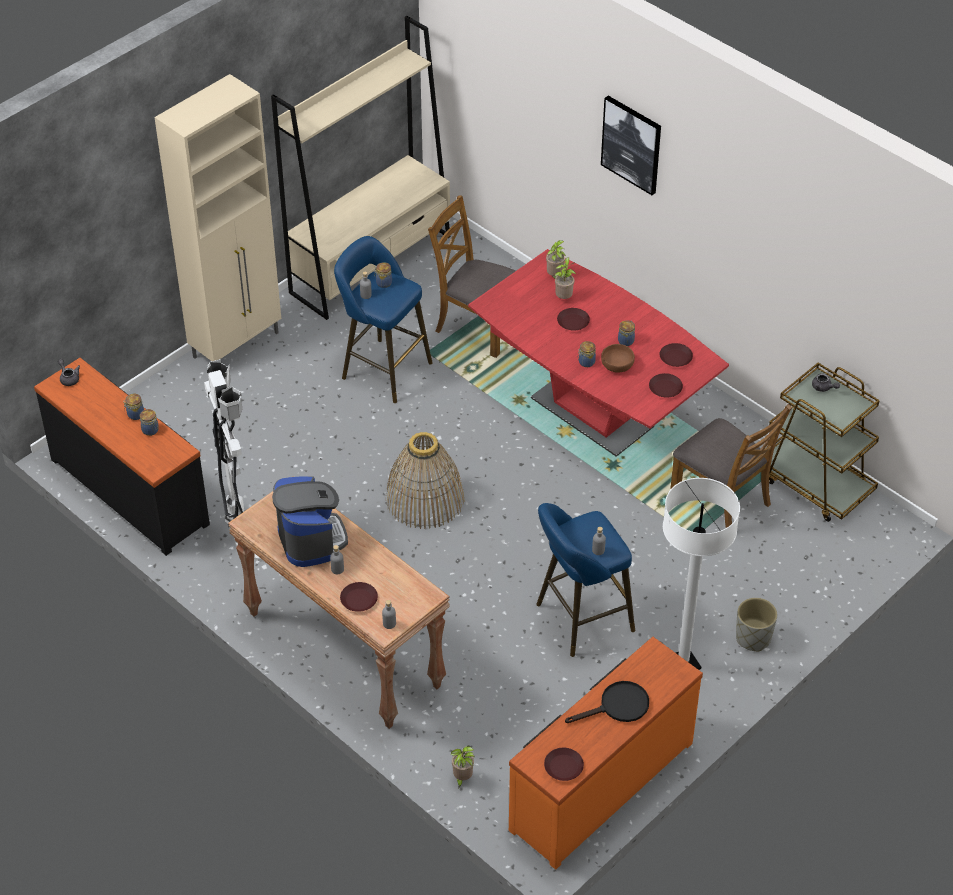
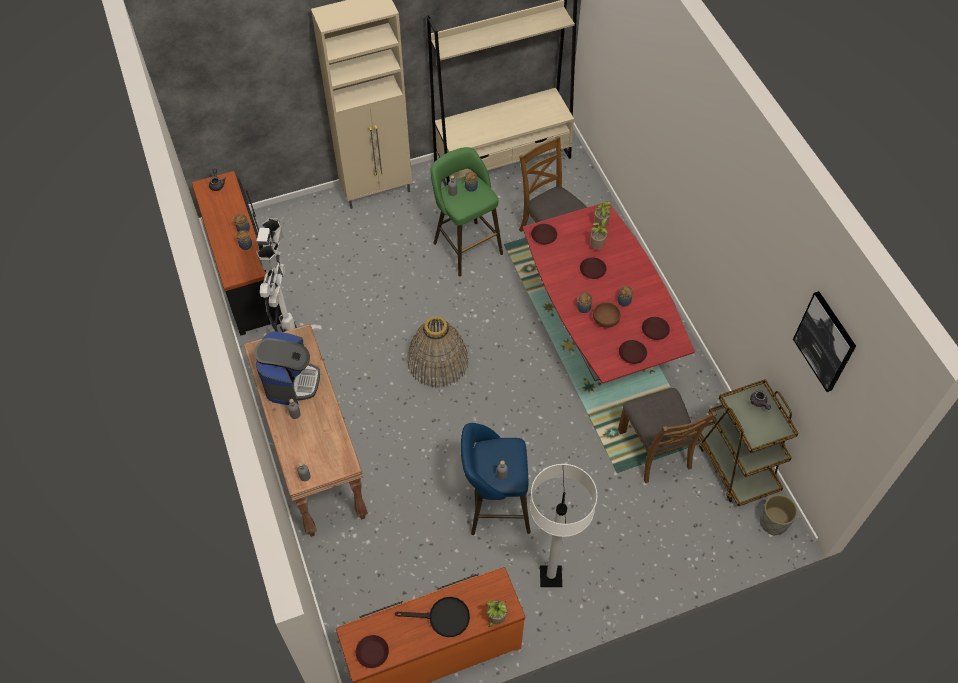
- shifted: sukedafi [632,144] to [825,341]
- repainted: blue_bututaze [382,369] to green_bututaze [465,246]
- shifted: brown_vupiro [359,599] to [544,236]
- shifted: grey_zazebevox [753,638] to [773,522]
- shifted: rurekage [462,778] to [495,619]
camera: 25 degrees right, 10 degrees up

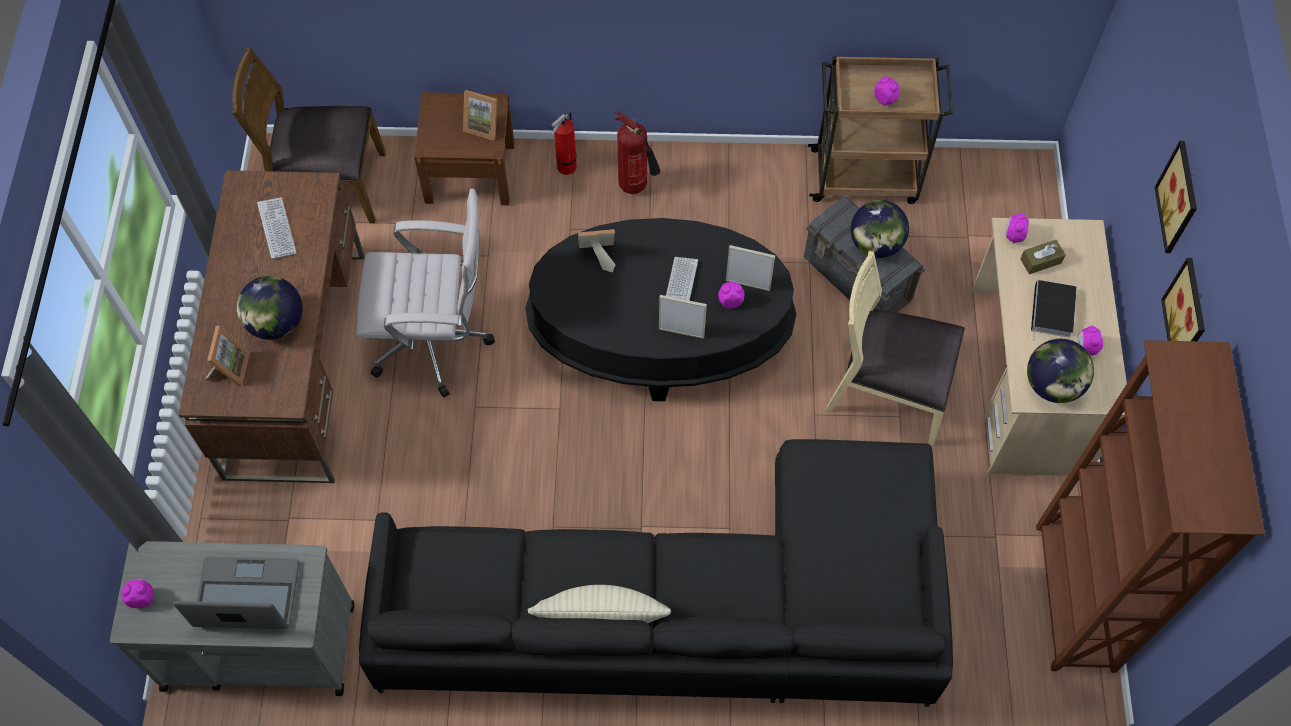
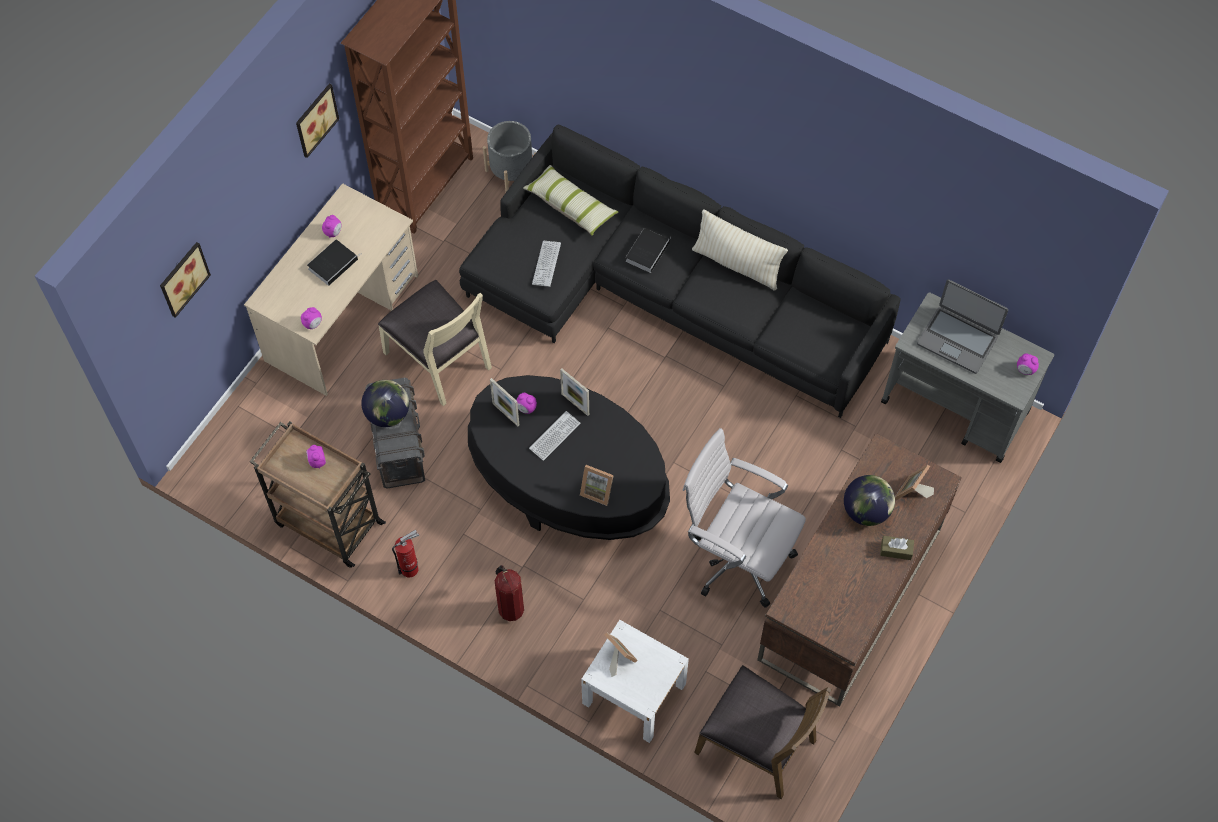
- repainted: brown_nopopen [470,172] to white_nopopen [634,693]
- shifted: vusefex [565,168] to [411,568]
- shifted: sukedafi [1181,197] to [182,278]
- shifted: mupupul [277,228] to [546,264]
- shifted: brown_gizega [1040,261] to [896,550]
- gone: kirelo [1052,385]
- new: grey_zazebevox [512,173]
- new: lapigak [570,206]
- new: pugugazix [647,251]
camera: 150 degrees left, 0 degrees up

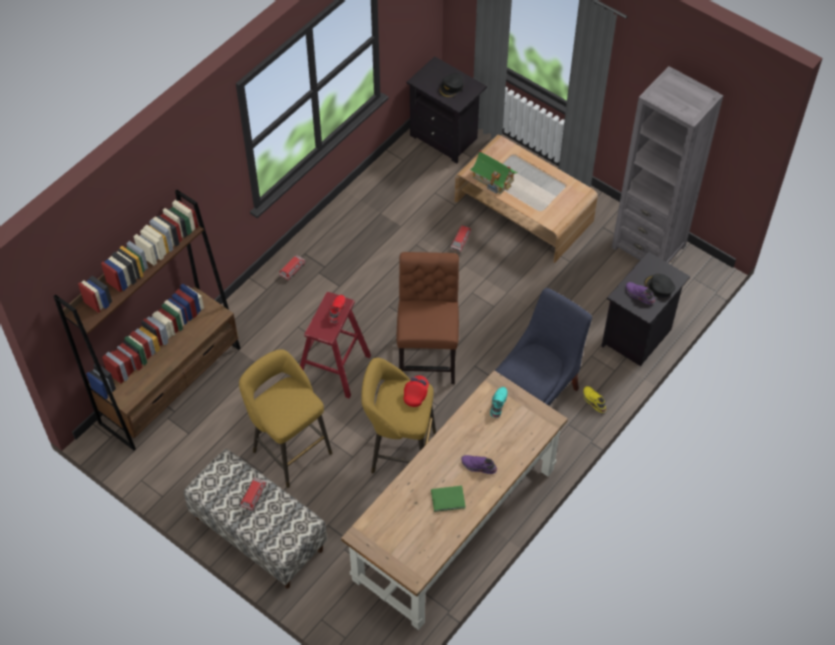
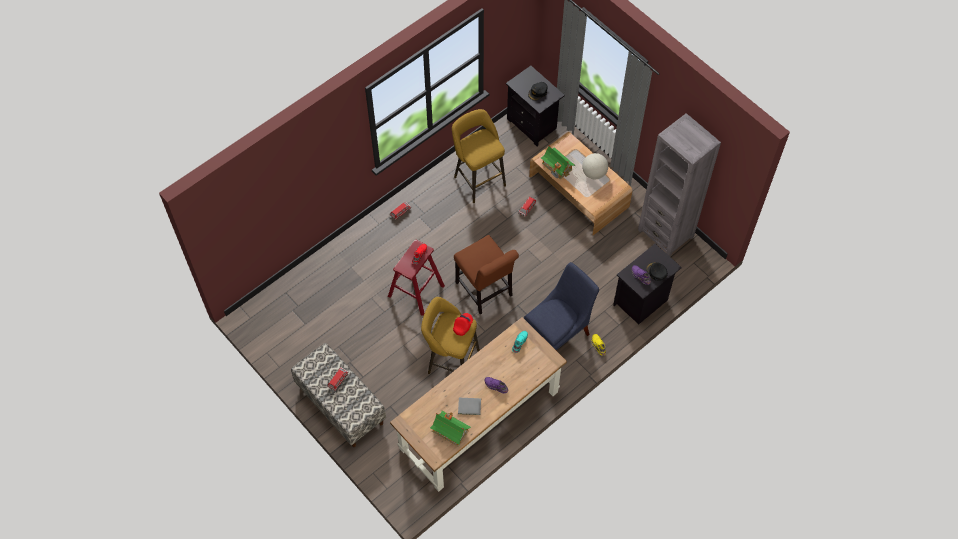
- gone: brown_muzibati [171,385]
- rotated: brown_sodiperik [428,354] = [485,291] 135 degrees clockwise
- shifted: yellow_bututaze [289,449] to [478,179]
- repainted: green_pugugazix [449,500] to grey_pugugazix [470,407]
- new: kirelo [594,173]
- new: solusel [450,431]
camera: 10 degrees right, 5 degrees up

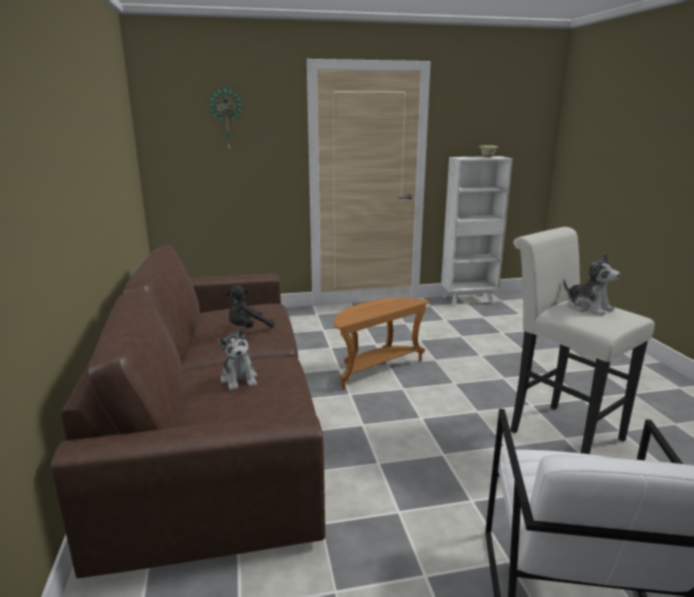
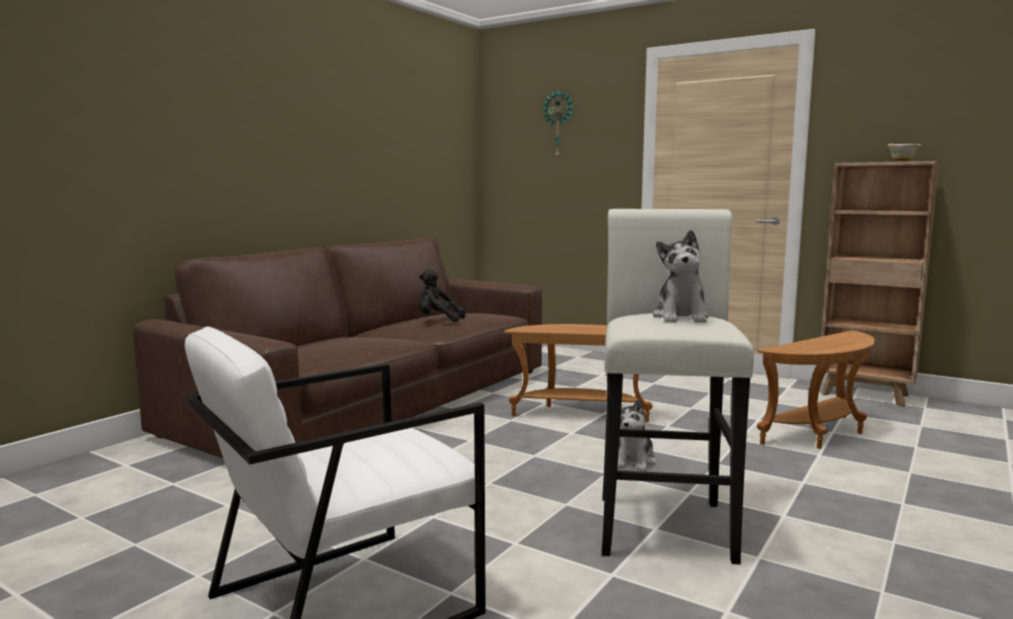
- repainted: white_muzibati [469,300] to brown_muzibati [866,395]
- shifted: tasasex [239,379] to [634,461]
- new: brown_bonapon [820,434]
camera: 45 degrees right, 10 degrees down

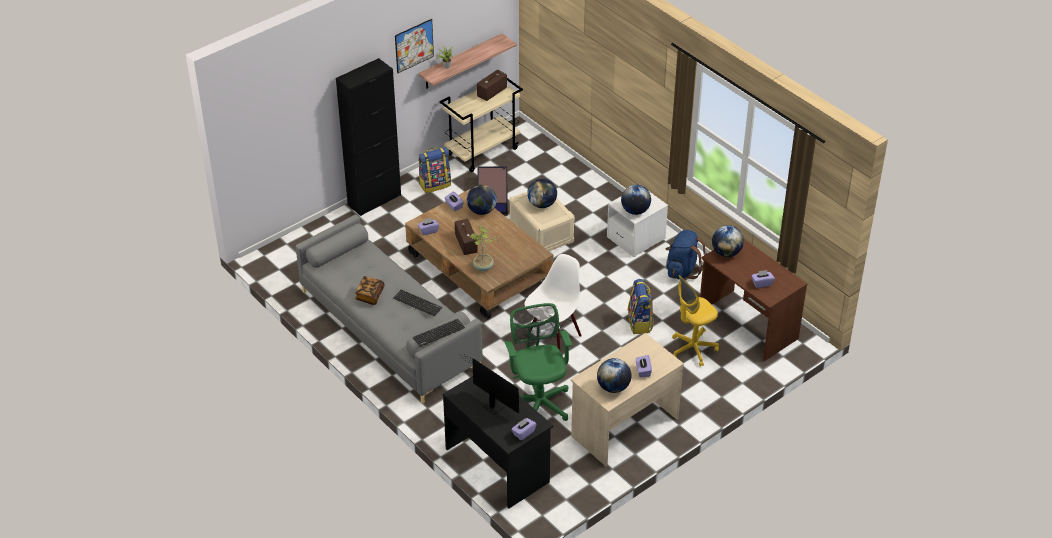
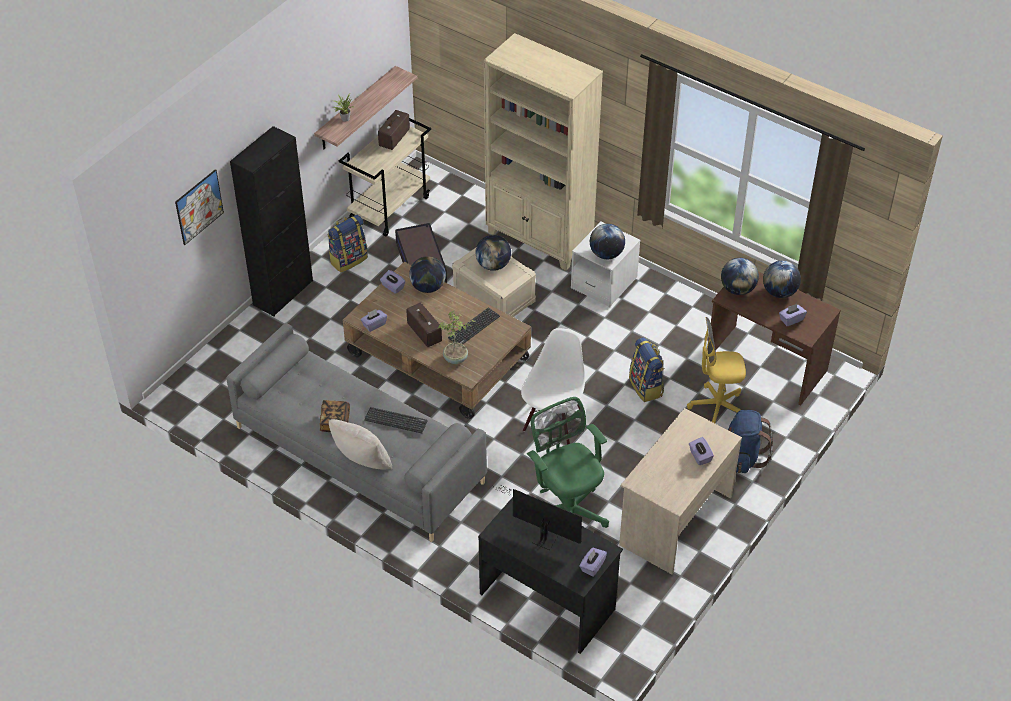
- shifted: sukedafi [414,45] to [199,207]
- shifted: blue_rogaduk [682,270] to [742,457]
- rotated: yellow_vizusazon [693,349] = [717,407] 45 degrees clockwise
- shifted: mupupul [438,333] to [474,327]
- shifted: kirelo [613,387] to [779,292]
- new: beige_muzibati [540,239]
- new: beige_lapigak [362,462]
camera: 15 degrees left, 5 degrees up

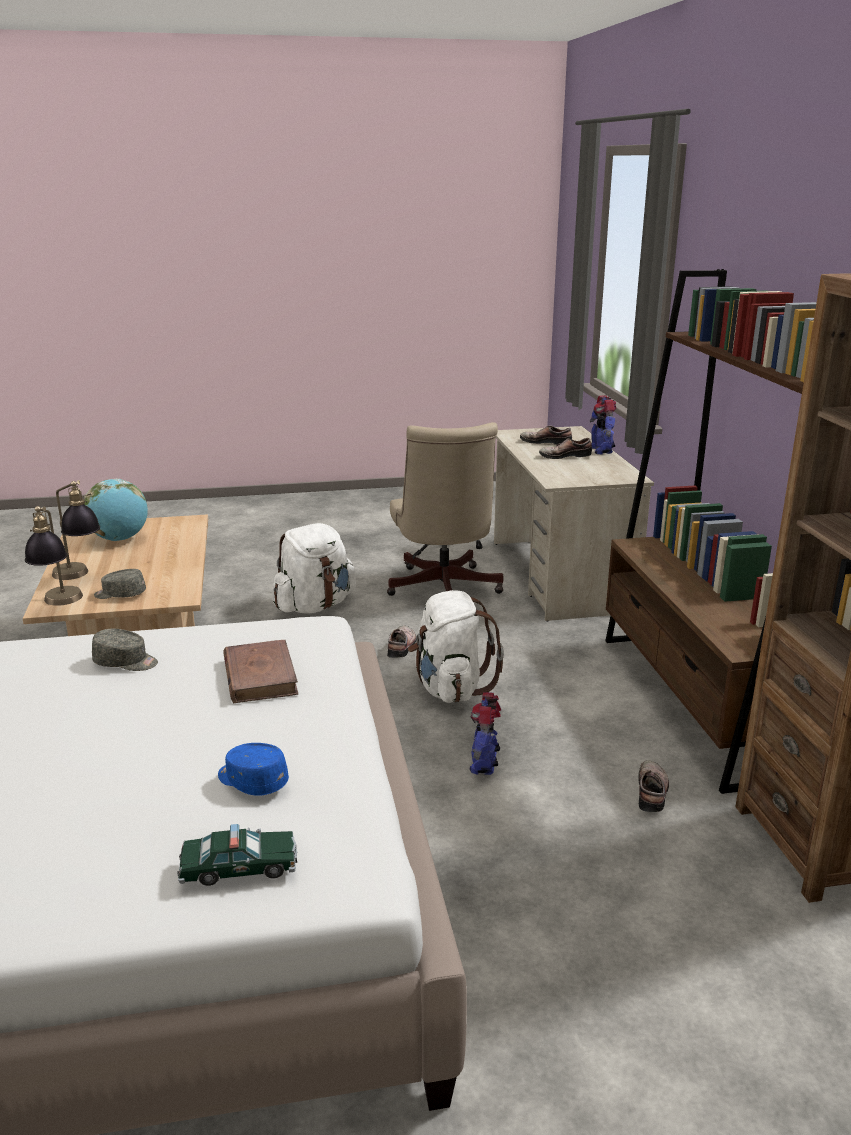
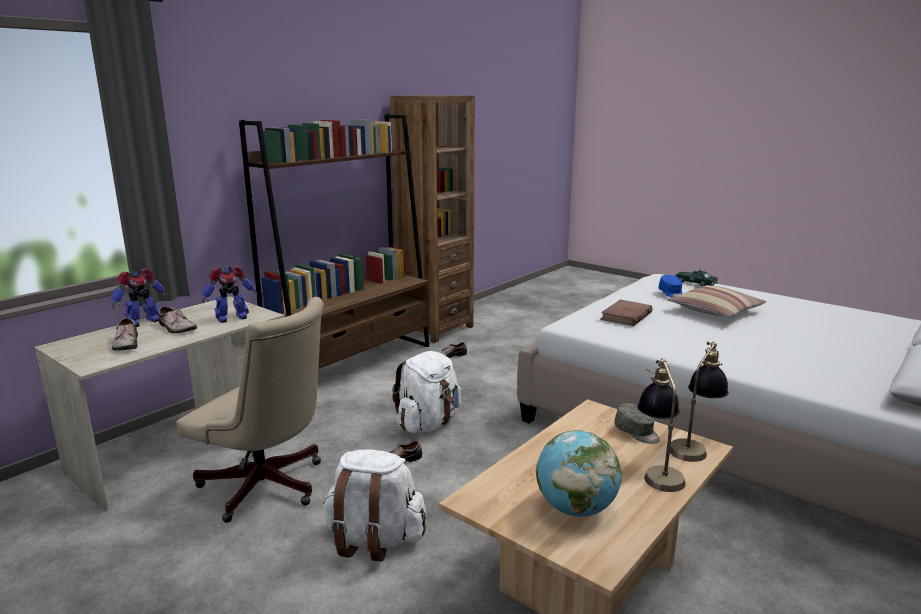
- rotated: beige_vizusazon [443,590] = [268,488] 75 degrees clockwise
- gone: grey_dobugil [126,662]
- shifted: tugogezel [484,763] to [231,318]
- new: lapigak [715,311]
camera: 130 degrees left, 5 degrees down

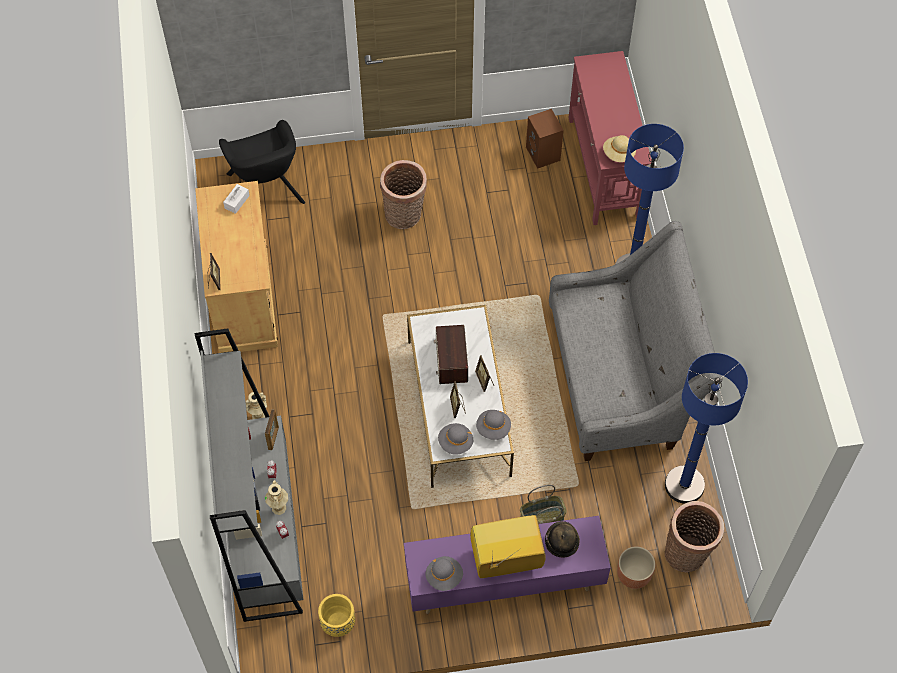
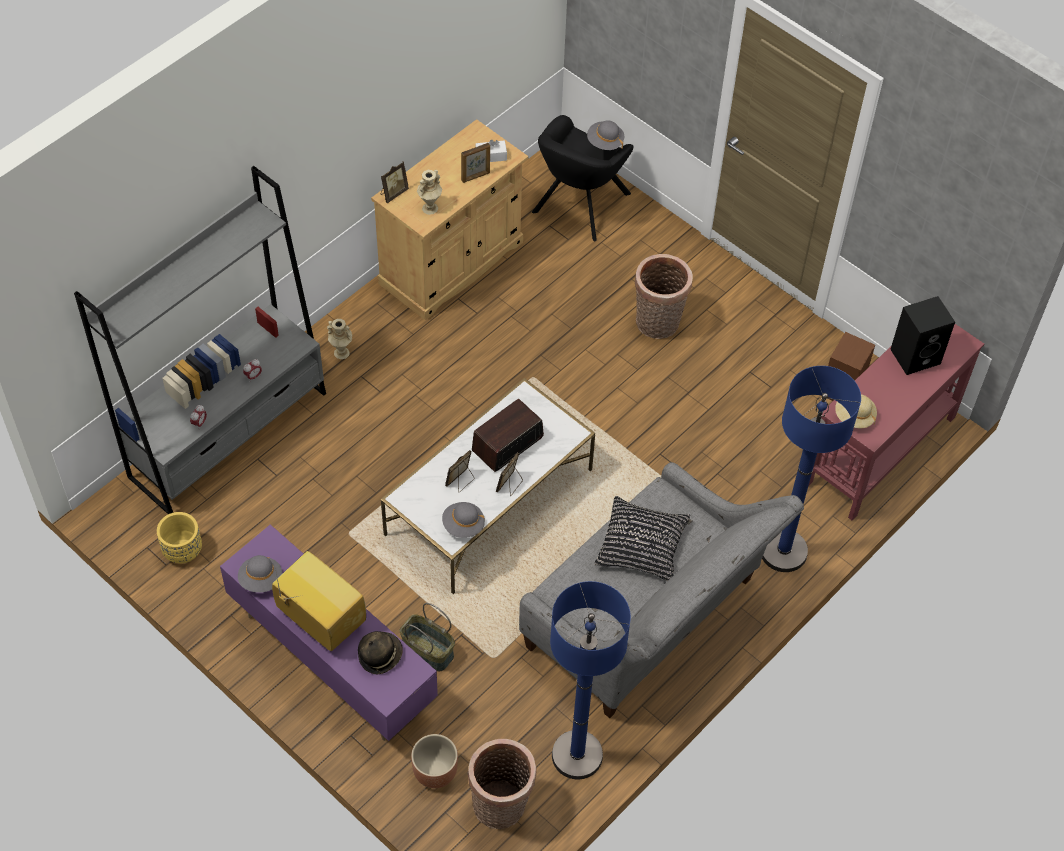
- shifted: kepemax [273,438] to [476,177]
- shifted: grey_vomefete [455,442] to [605,142]
- shifted: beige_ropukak [279,508] to [430,208]
- new: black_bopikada [916,355]
- new: black_lapigak [642,545]
camera: 50 degrees right, 5 degrees down

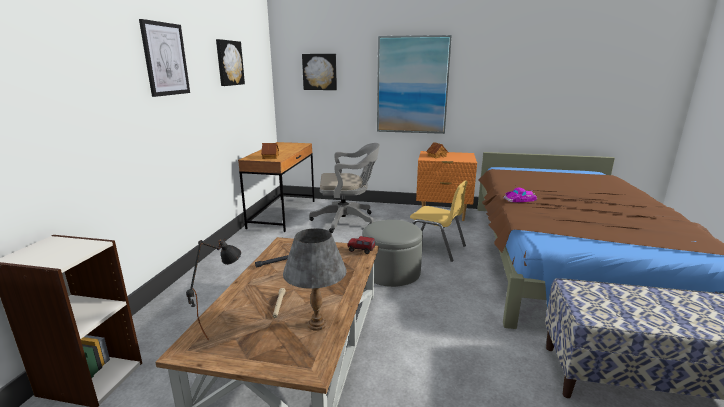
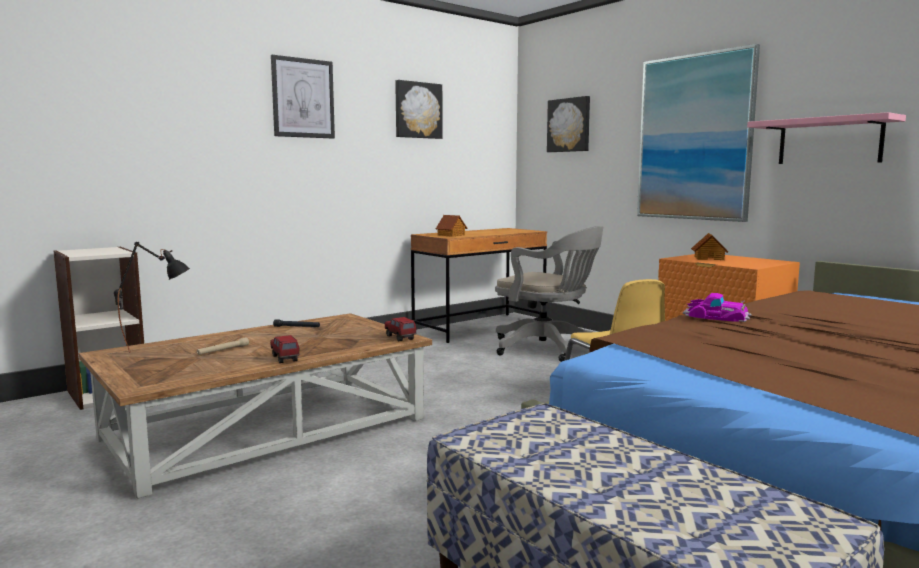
- gone: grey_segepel [391,272]
- gone: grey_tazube [317,324]
- new: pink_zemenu [829,141]
- new: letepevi [284,359]
camera: 40 degrees right, 10 degrees down

